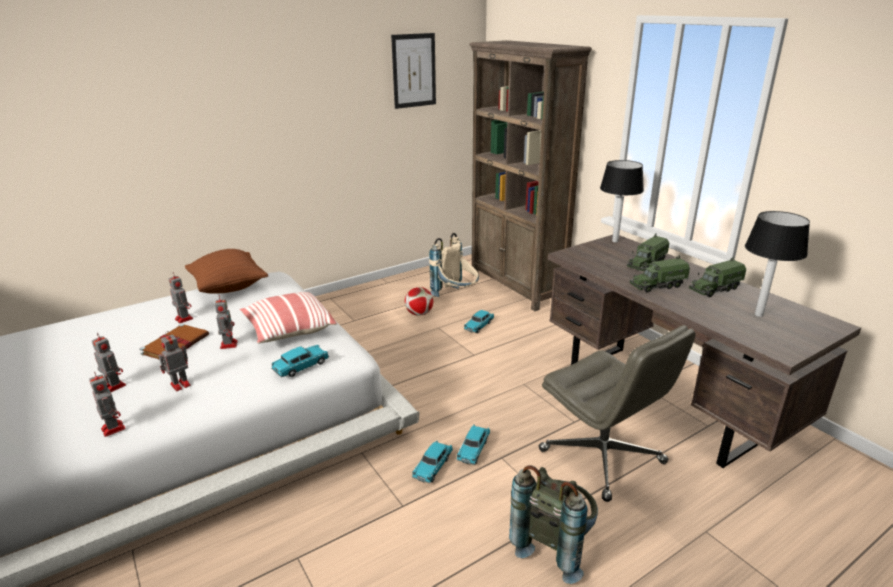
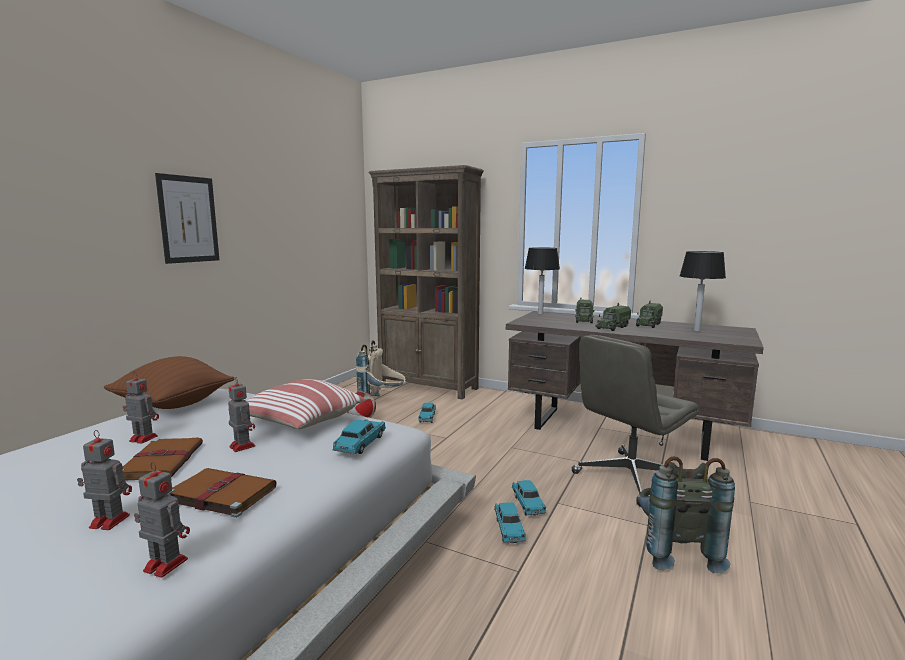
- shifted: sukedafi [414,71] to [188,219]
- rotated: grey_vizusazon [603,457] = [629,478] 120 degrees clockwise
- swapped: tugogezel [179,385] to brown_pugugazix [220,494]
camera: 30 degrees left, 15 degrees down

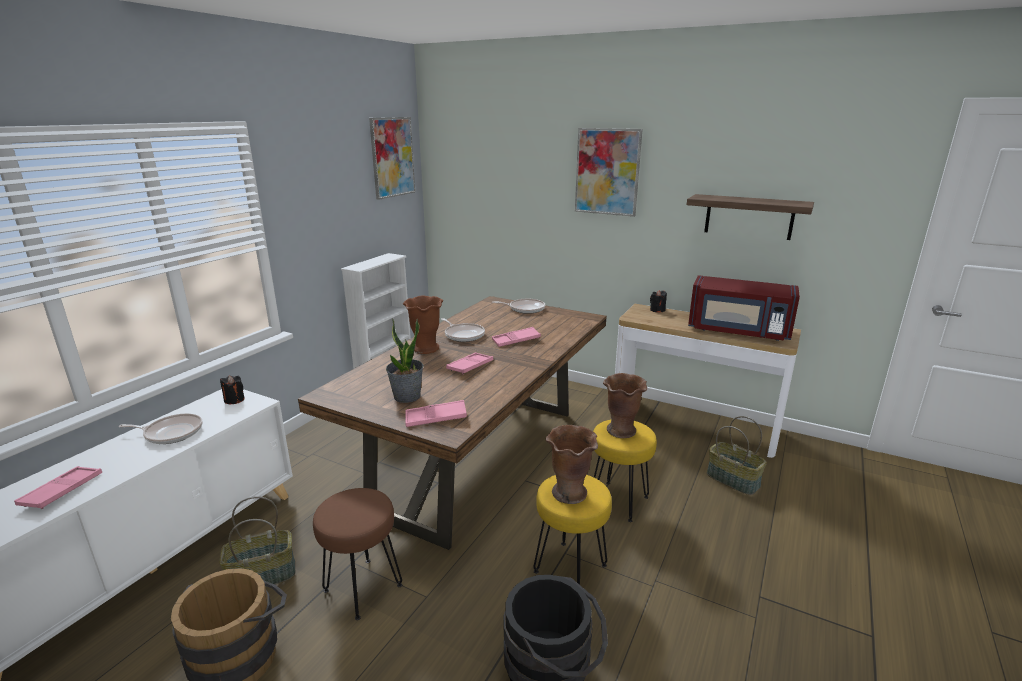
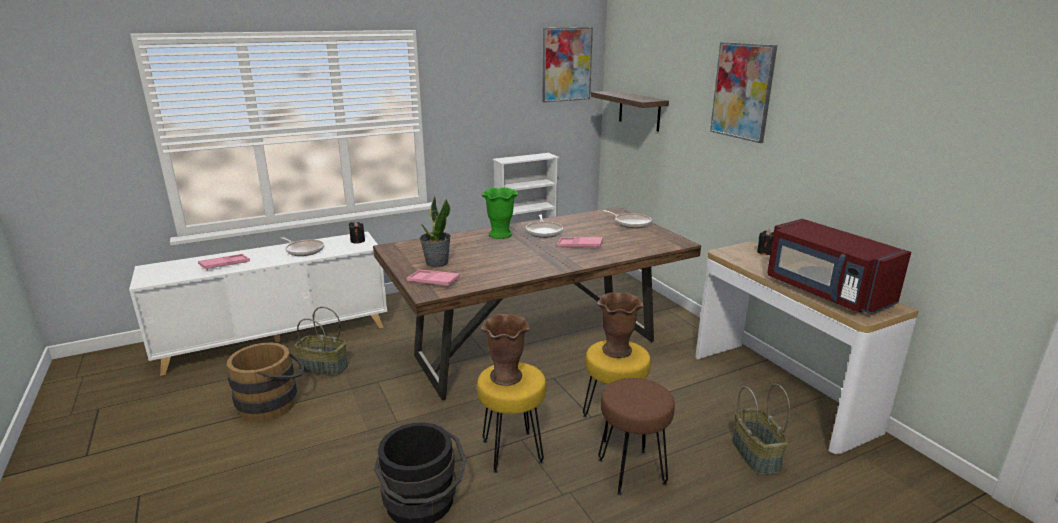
- shifted: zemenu [749,217] to [639,110]
- repainted: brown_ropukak [426,348] to green_ropukak [500,235]
- gone: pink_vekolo [470,366]
- shifted: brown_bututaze [362,588] to [631,471]
camera: 35 degrees right, 0 degrees up

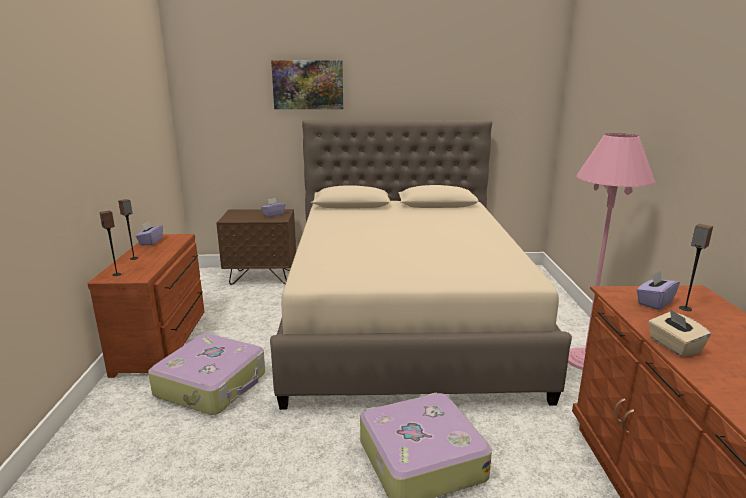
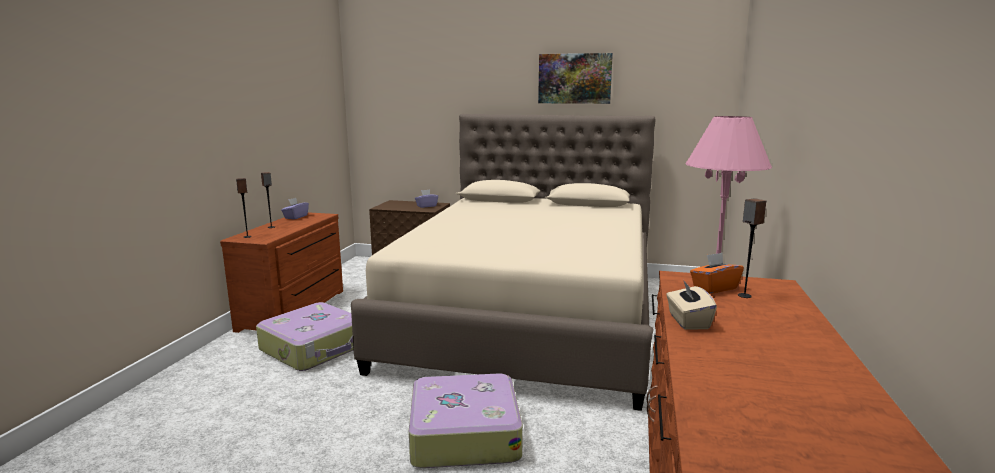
- shifted: sukedafi [308,85] to [574,78]
- repainted: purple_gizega [654,302] to orange_gizega [714,288]
camera: 15 degrees right, 5 degrees down

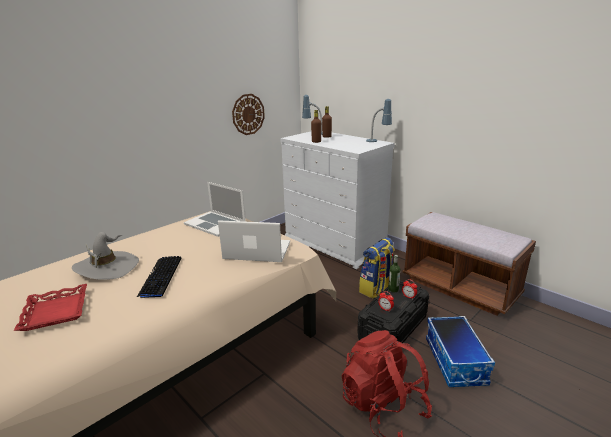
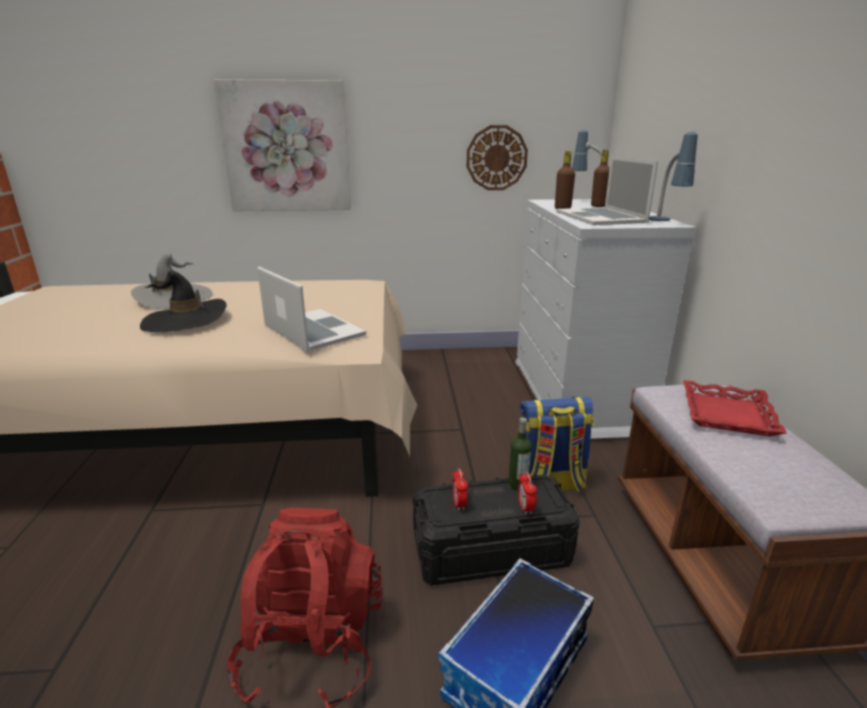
- shifted: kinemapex [215,223] to [600,217]
- swapped: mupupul [161,277] to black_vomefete [185,321]
- shifted: red_vekolo [56,311] to [728,414]
- new: sukedafi [286,147]
camera: 40 degrees right, 0 degrees up

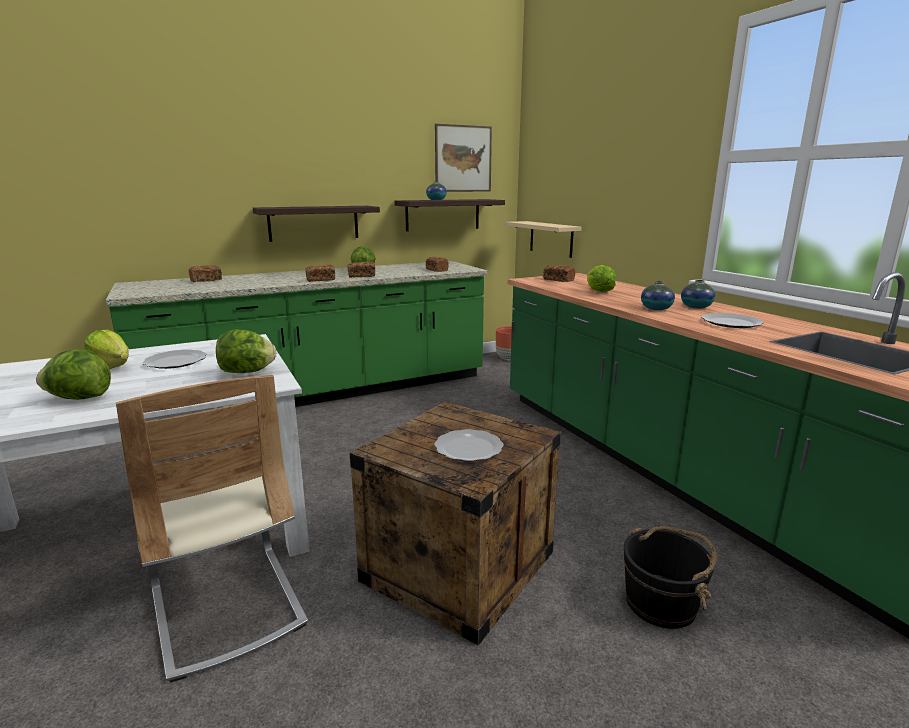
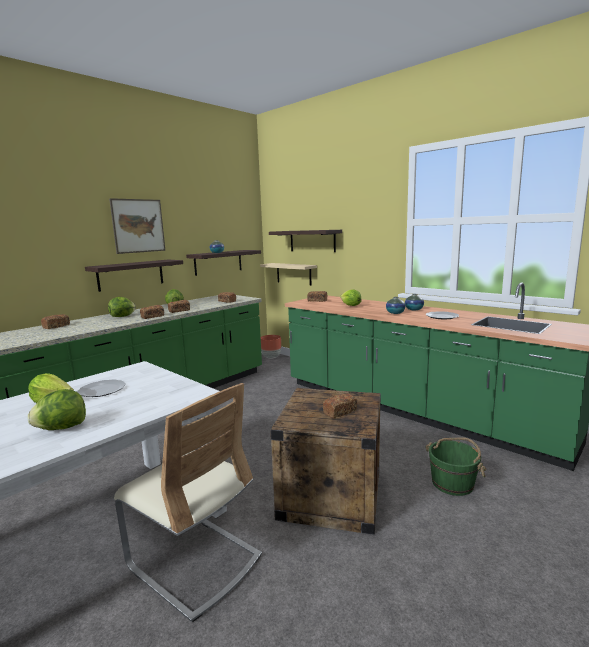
- shifted: sukedafi [463,159] to [138,226]
- shifted: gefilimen [247,372] to [123,316]
- swapped: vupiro [469,447] to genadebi [340,412]
- repainted: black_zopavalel [662,603] to green_zopavalel [453,483]
- new: zemenu [312,241]
camera: 20 degrees left, 5 degrees down

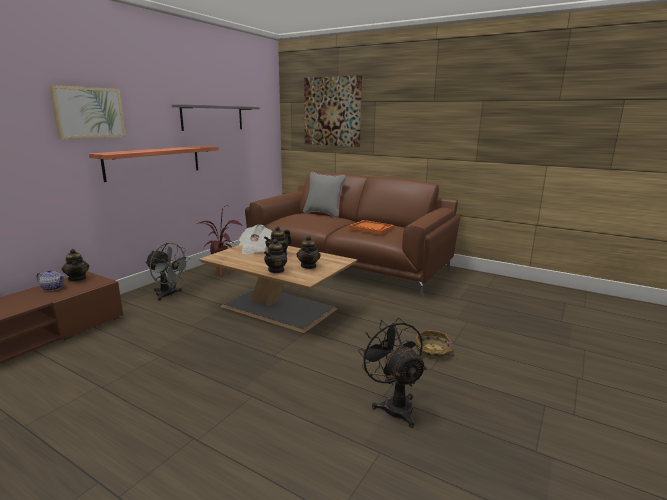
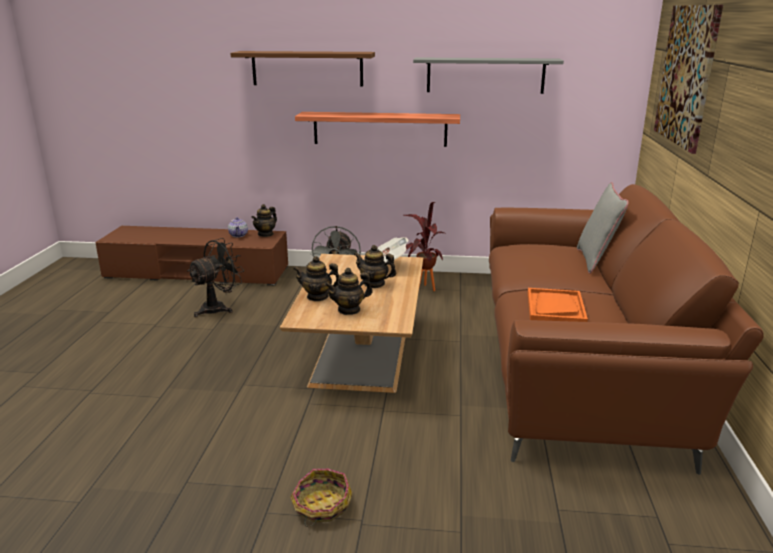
- swapped: sukedafi [89,113] to brown_zemenu [307,68]
- shifted: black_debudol [394,405] to [218,308]
camera: 65 degrees right, 5 degrees up

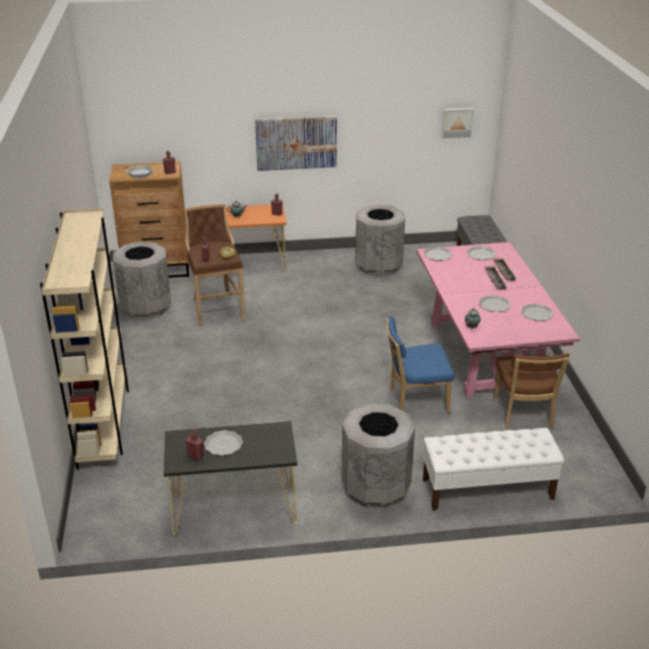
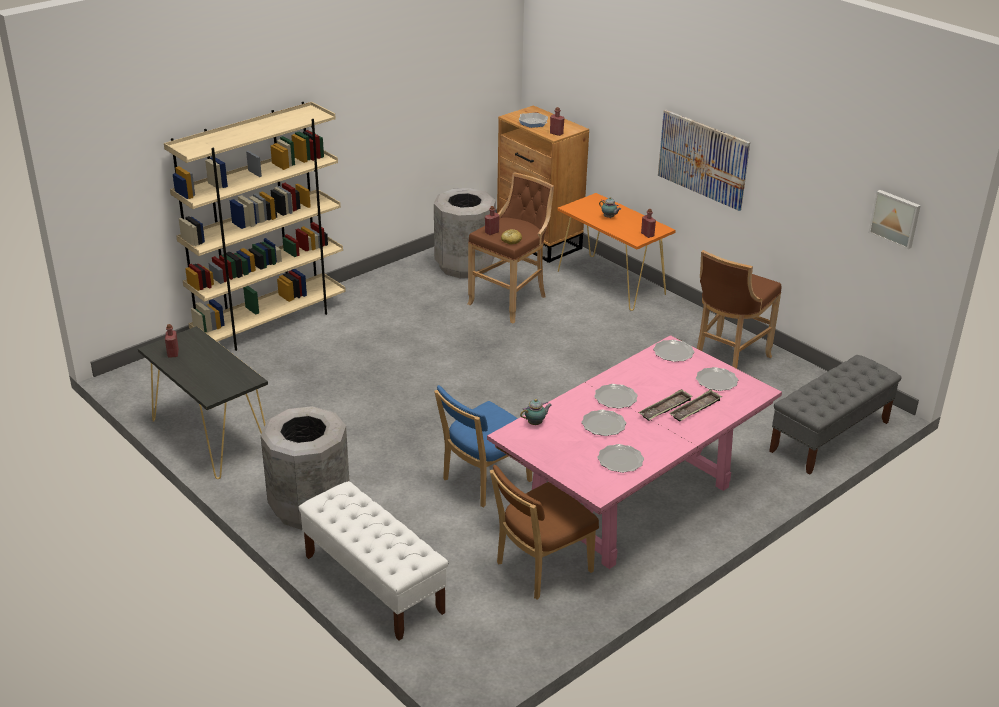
- swapped: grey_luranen [378,267] to brown_bututaze [727,362]
- rotated: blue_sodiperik [415,401] = [483,481] 90 degrees counterclockwise
- shifted: vupiro [223,444] to [616,398]
camera: 55 degrees right, 0 degrees up

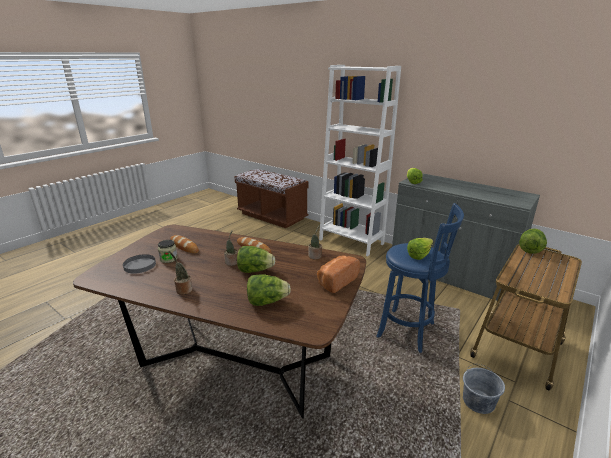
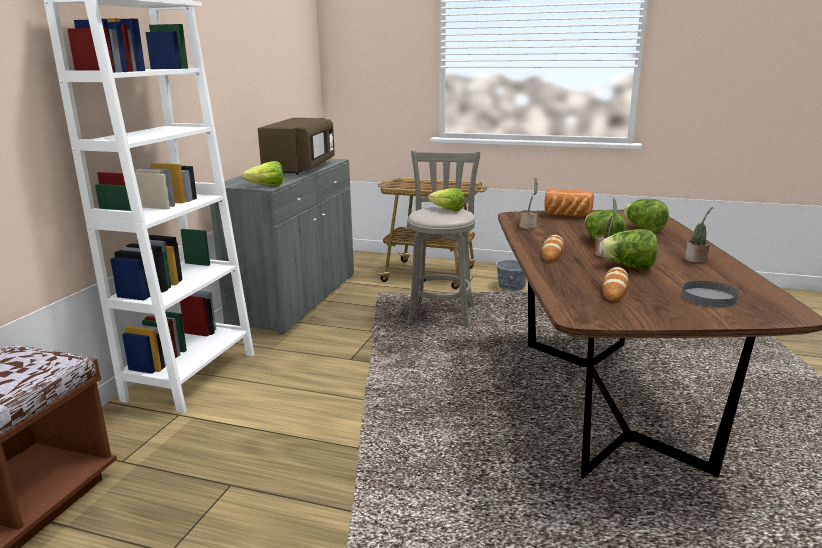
- repainted: blue_bututaze [409,331] to grey_bututaze [442,313]
- shifted: gefilimen [530,249] to [628,266]
- gone: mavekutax [168,259]
- new: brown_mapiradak [300,168]
camera: 110 degrees left, 5 degrees down

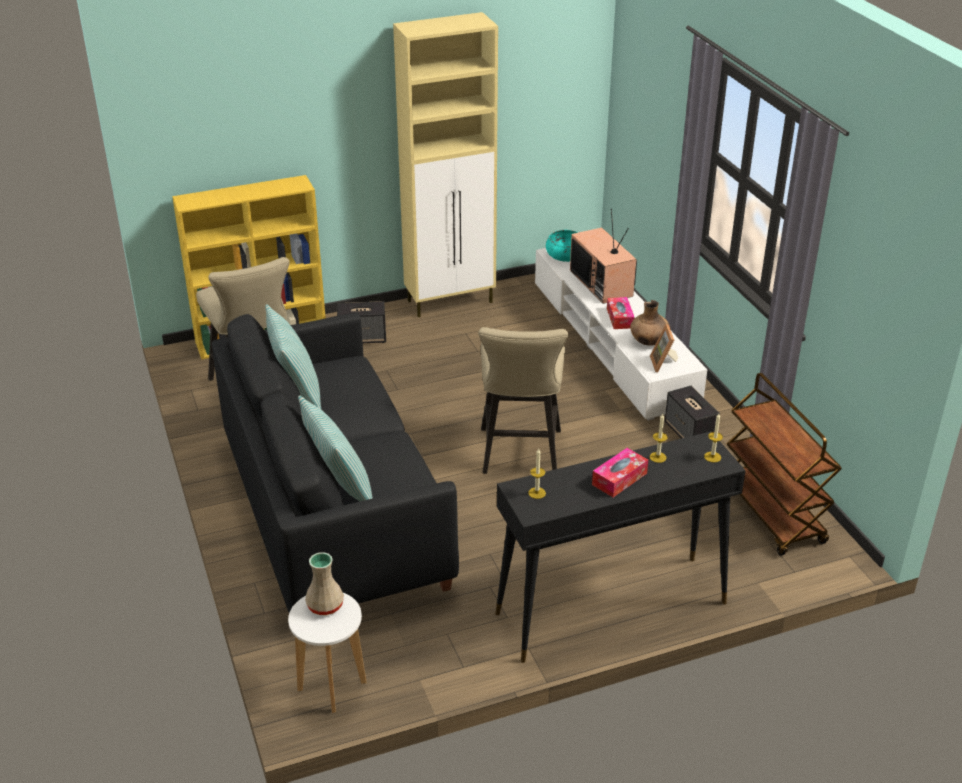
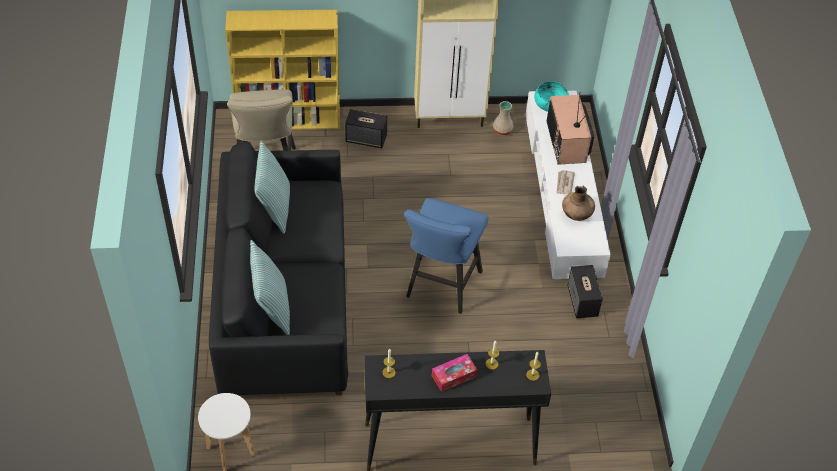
- swapped: gizega [620,318] to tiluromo [564,183]
- gone: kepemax [664,364]
- repainted: beige_bututaze [520,456] to blue_bututaze [441,288]
- gone: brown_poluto [772,513]
- shifted: beige_ropukak [326,606] to [502,130]
camera: 15 degrees right, 15 degrees up

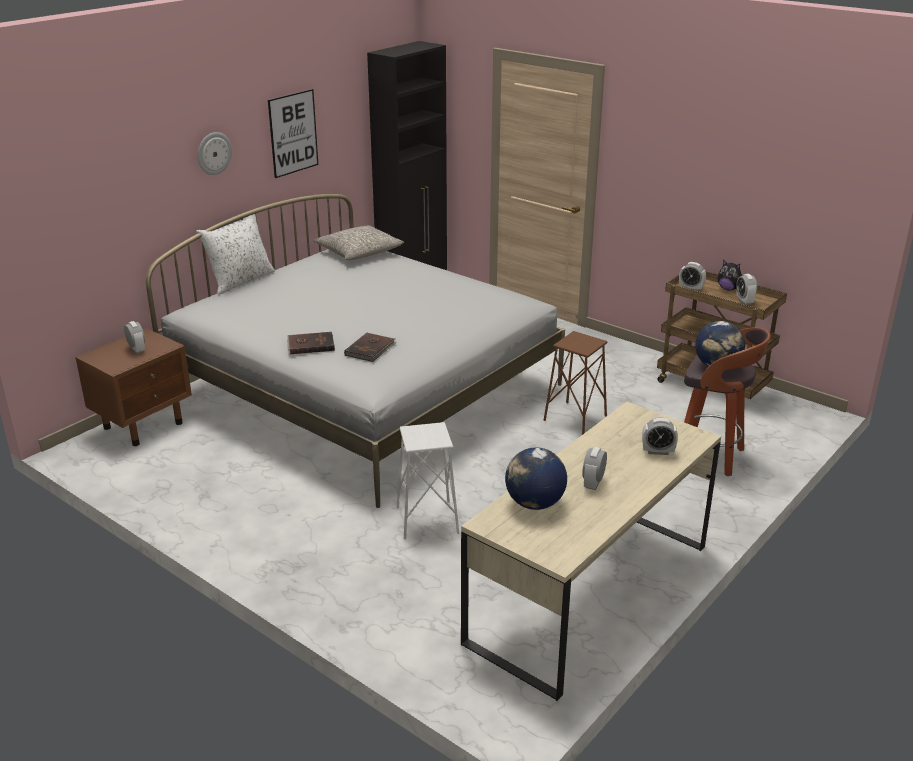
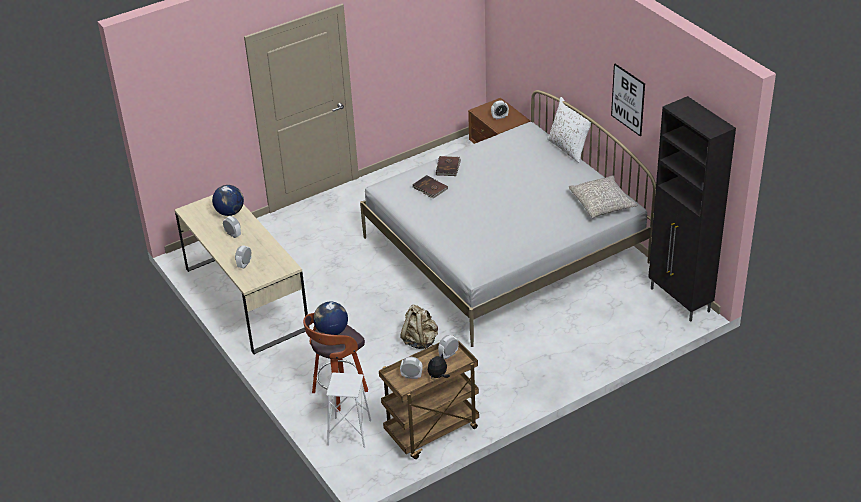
- gone: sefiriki [213,153]
- swapped: brown_bututaze [575,418] to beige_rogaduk [420,341]
- shifted: white_bututaze [427,520] to [349,433]
camera: 110 degrees right, 10 degrees up

